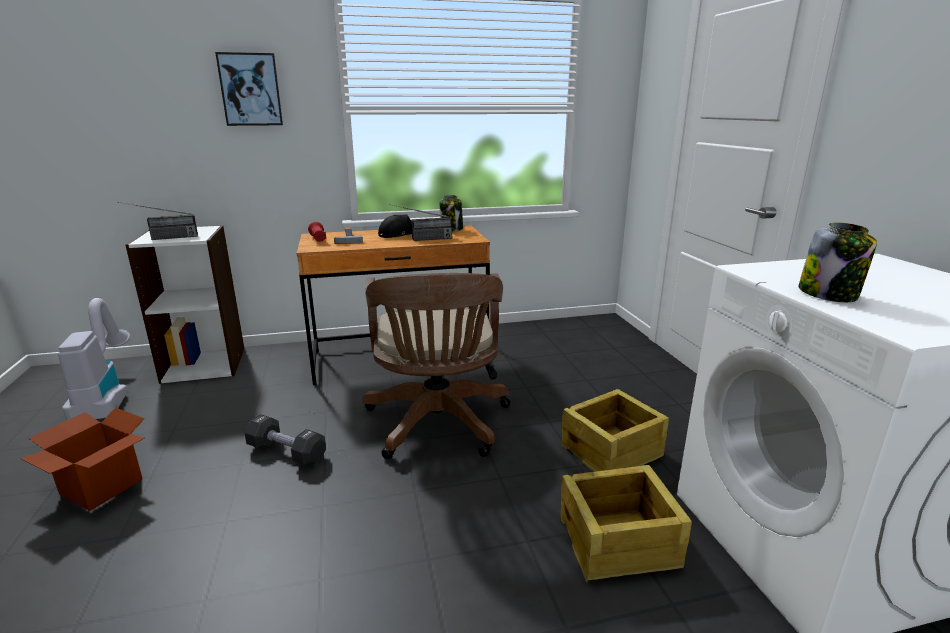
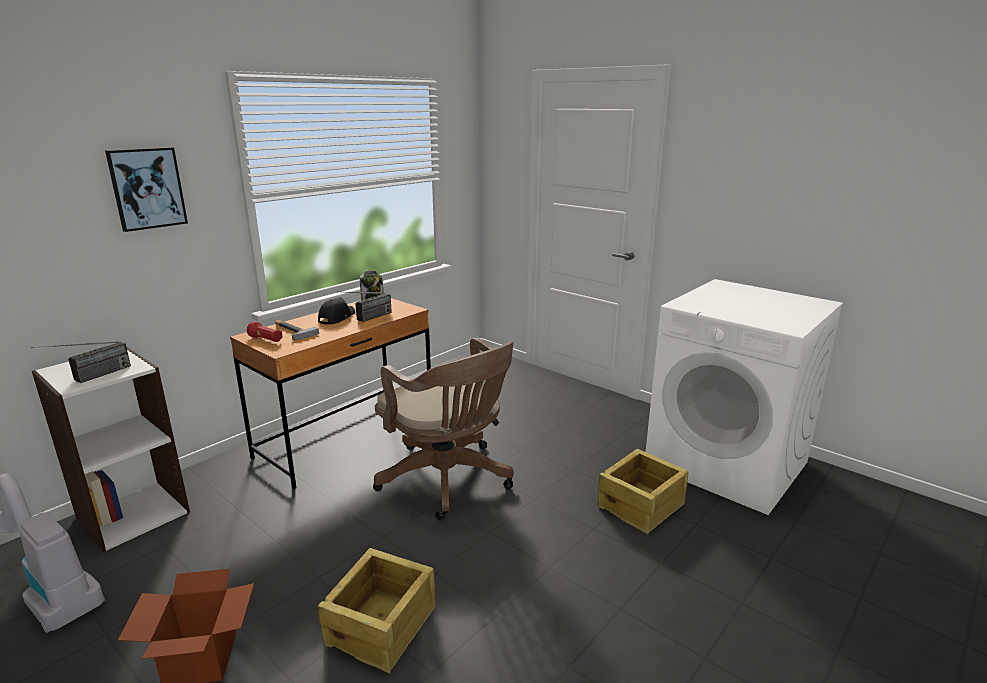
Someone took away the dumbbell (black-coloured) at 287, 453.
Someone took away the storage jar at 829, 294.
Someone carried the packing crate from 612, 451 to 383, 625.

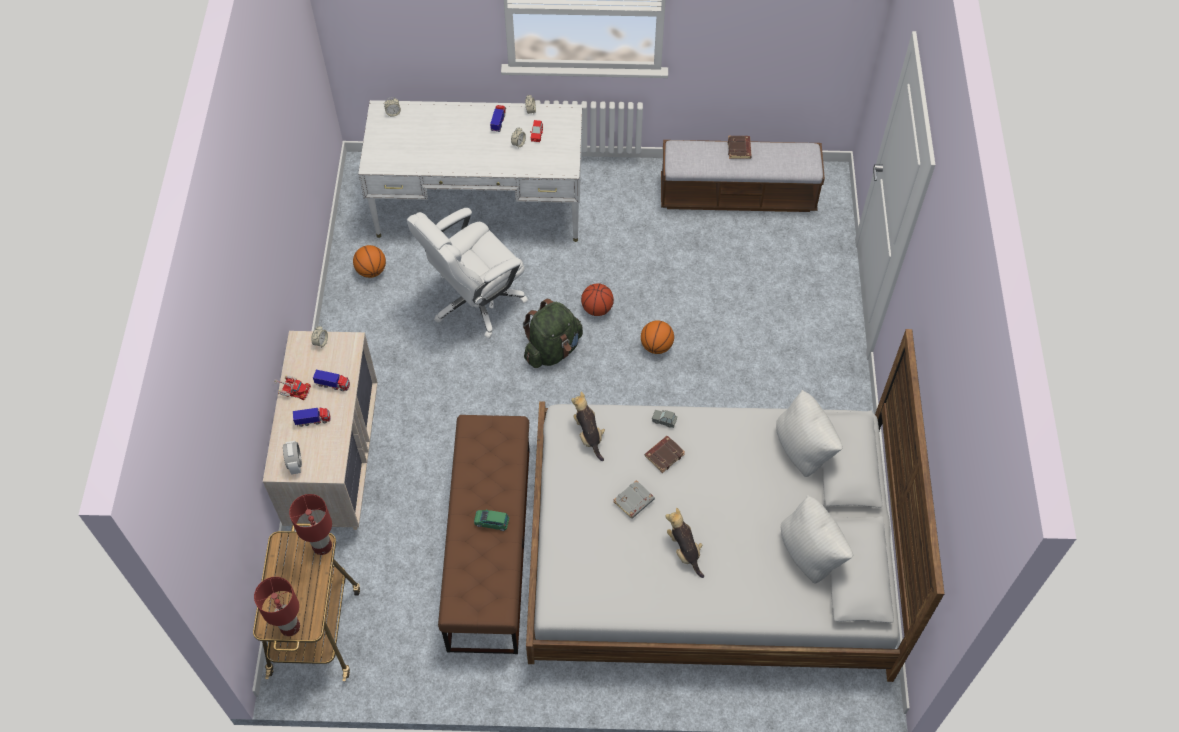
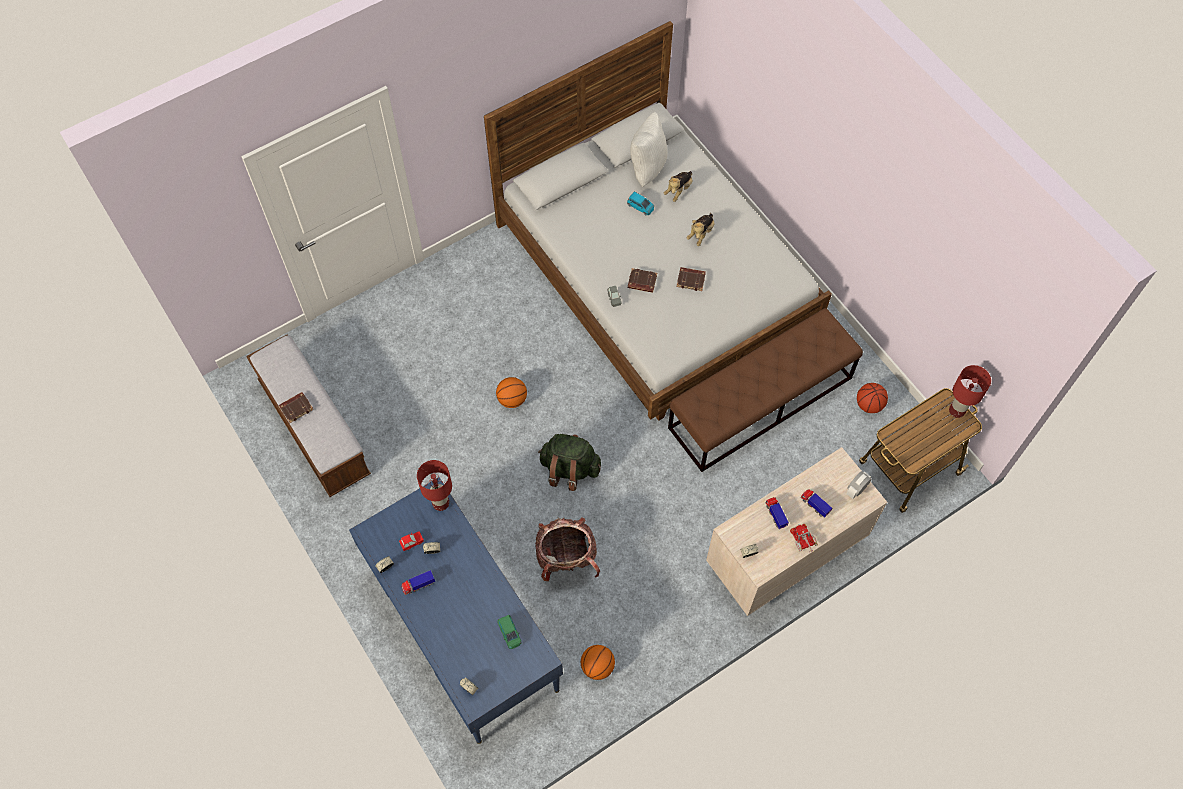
Someone took away the throw pillow (white) at 803, 451.
Someone put down the miniature car (blue-coloured) at 640, 206.
Someone carried the tabletop lamp (red) from 323, 546 to 440, 502.
Someone carried the miniature car (green-coloured) from 491, 522 to 509, 633.
Someone carried the soft toy from 588, 435 to 678, 190.
Someone carried the basketball ball from 597, 309 to 869, 404.
Someone swapped the office chair (white) at 475, 301 for the knapsack at 566, 558.
Someone repainted the desk unit (white) at 480, 205, which became the desk unit (blue-coloured) at 463, 628.
Someone repainted the bound book (greyish) at 634, 501, which became the bound book (brownish) at 691, 280.

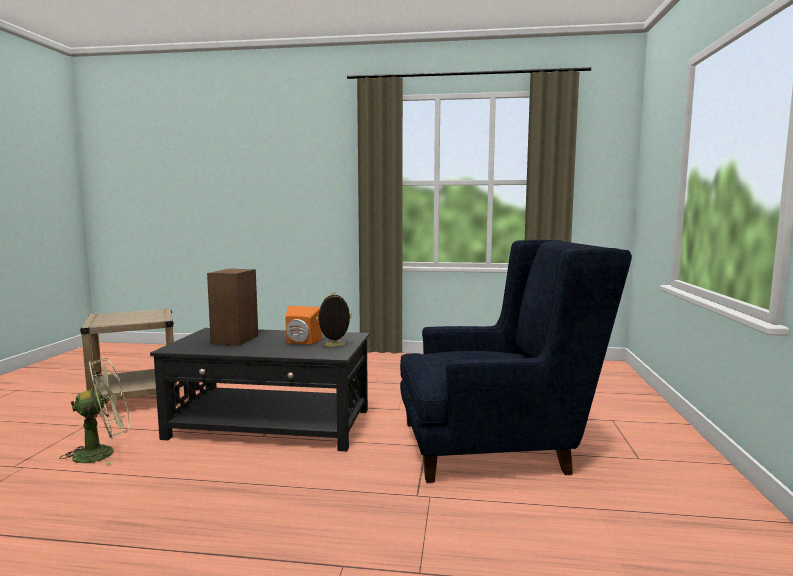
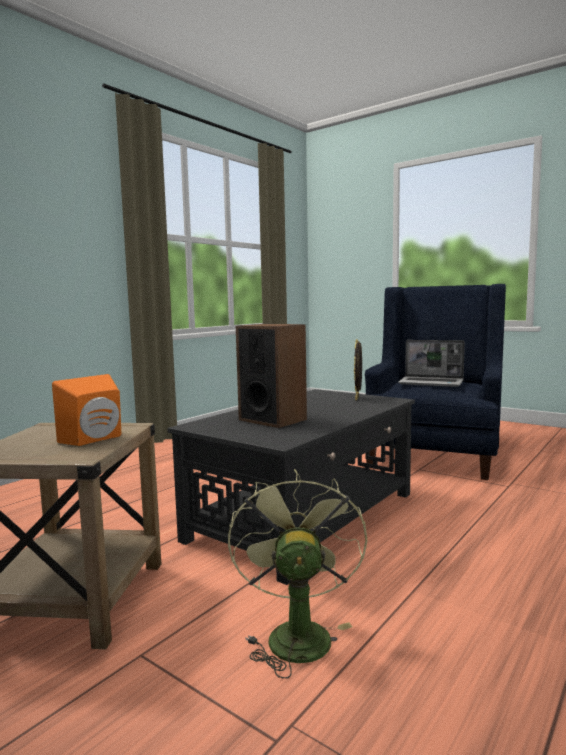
Someone put down the laptop at 432, 383.
Someone carried the audio speaker (orangey) from 301, 342 to 95, 440.

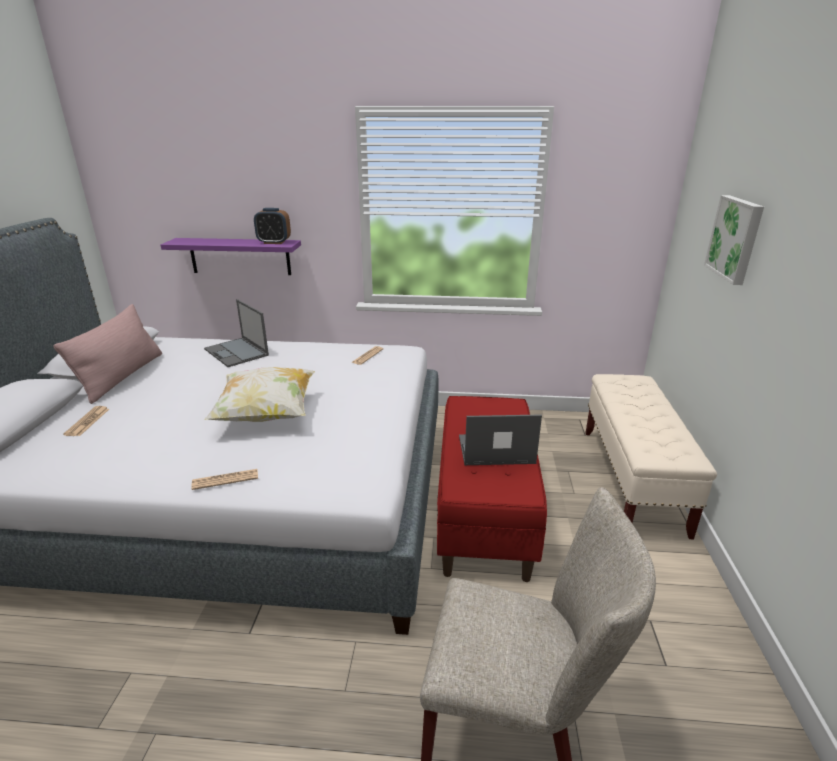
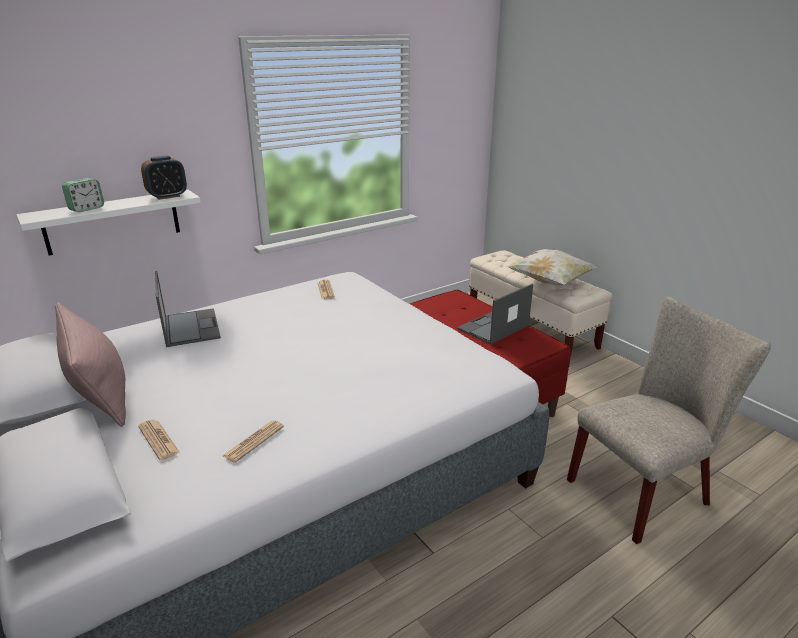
Someone took away the wall art at 736, 238.
Someone put down the table clock at 86, 209.
Someone carried the newspaper from 225, 480 to 254, 441.
Someone carried the throw pillow from 266, 414 to 550, 282.
Someone repainted the bracket shelf (purple) at 240, 256, which became the bracket shelf (white) at 113, 222.
Someone rotated the laptop at 237, 352 by 120 degrees counterclockwise.

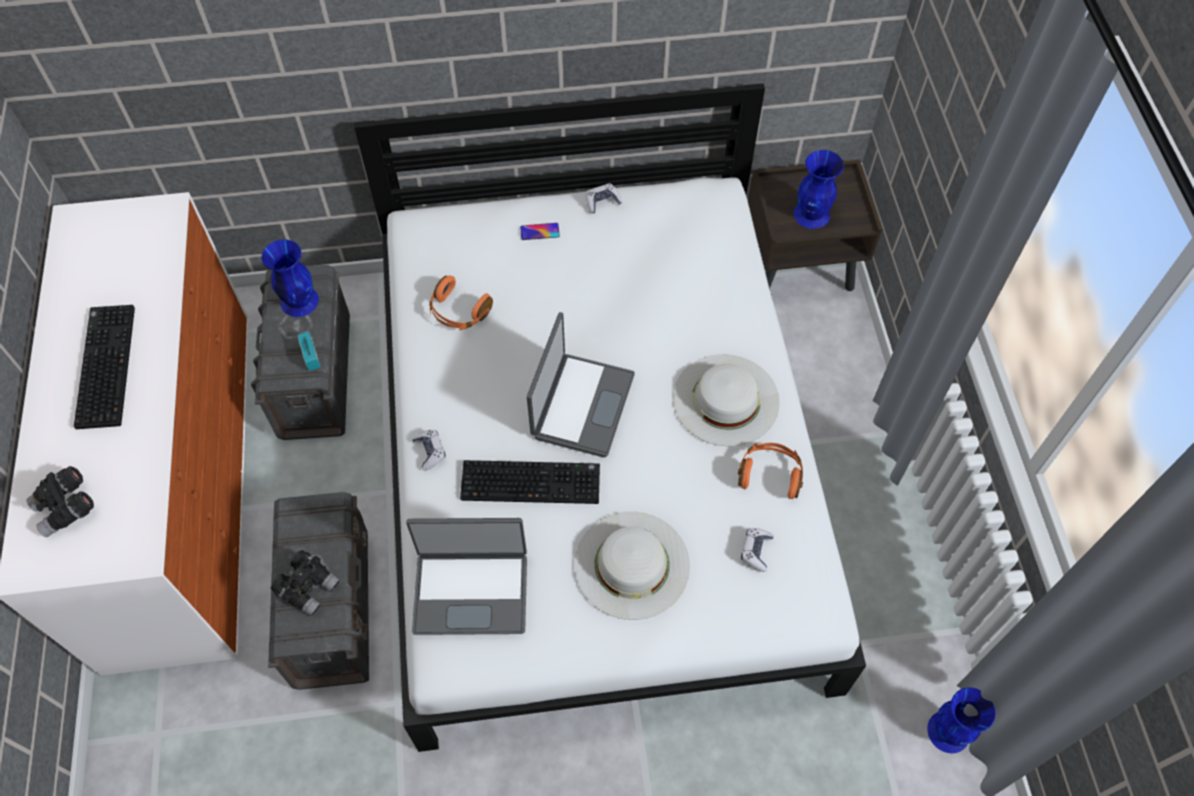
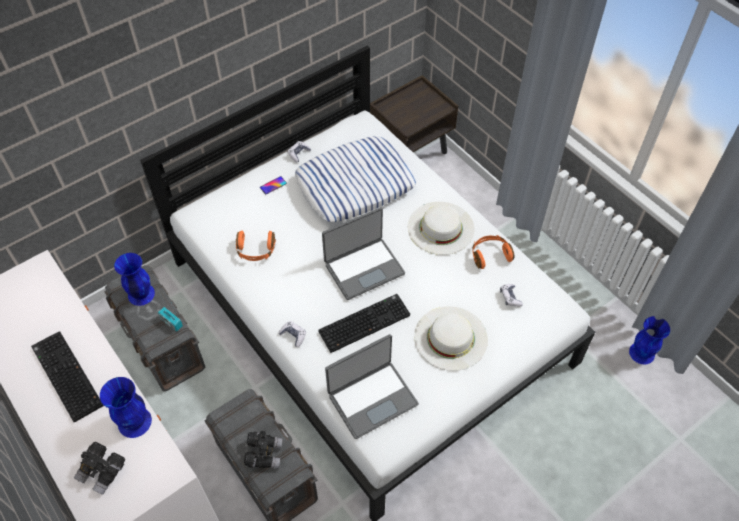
Someone put down the throw pillow at 355, 184.
Someone carried the decorative vase (blue-coloured) from 811, 215 to 135, 422.
Someone rotated the laptop at 581, 405 by 75 degrees clockwise.

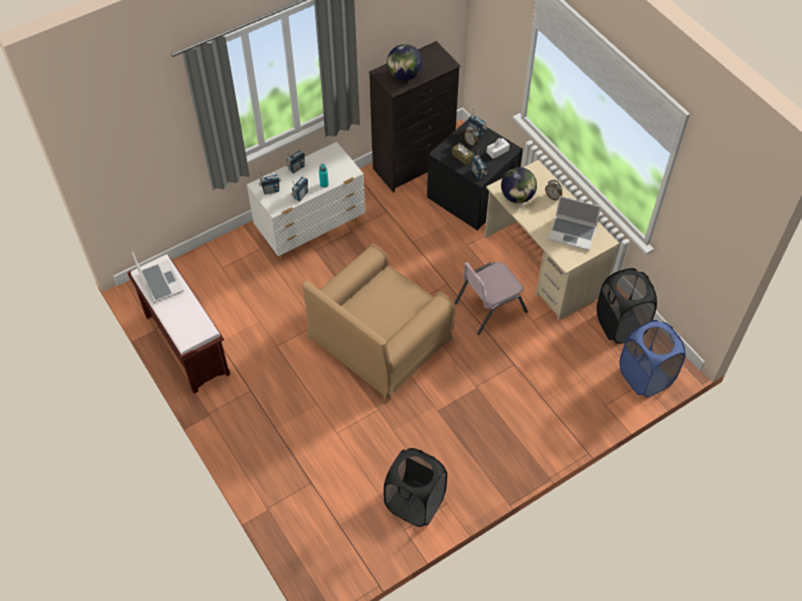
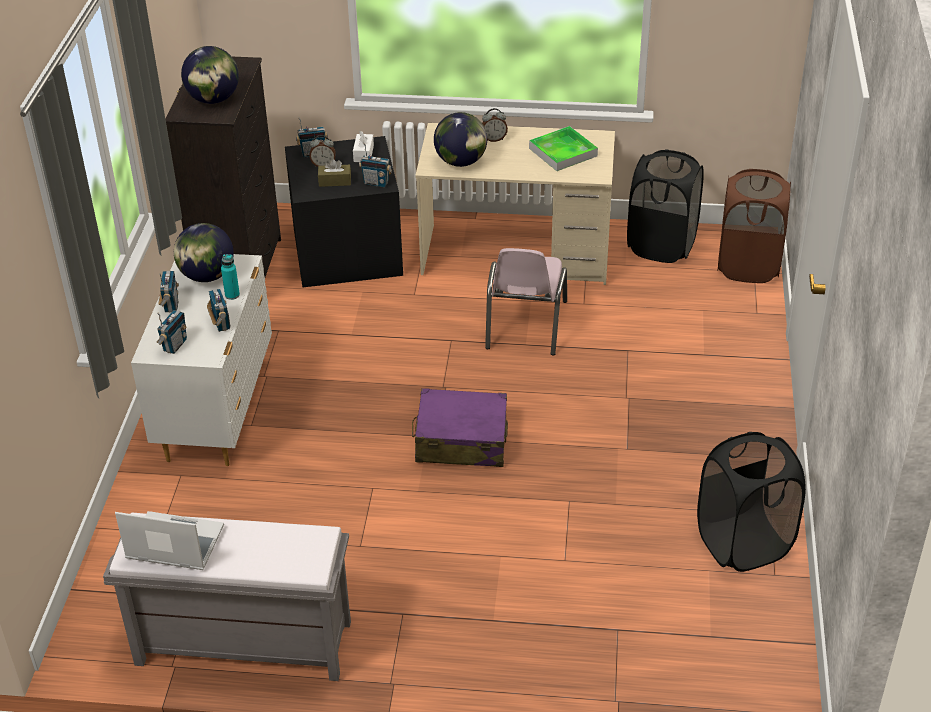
Someone put down the desk globe at 207, 276.
Someone swapped the lounge chair (brownish) at 379, 338 for the suitcase (purple) at 461, 441.
Someone swapped the laptop at 573, 233 for the carrying tray at 563, 152.
Someone repainted the long seat (brownish) at 185, 344, which became the long seat (greyish) at 241, 644.
Someone repainted the hamper (blue-coloured) at 645, 376, which became the hamper (brownish) at 748, 265.

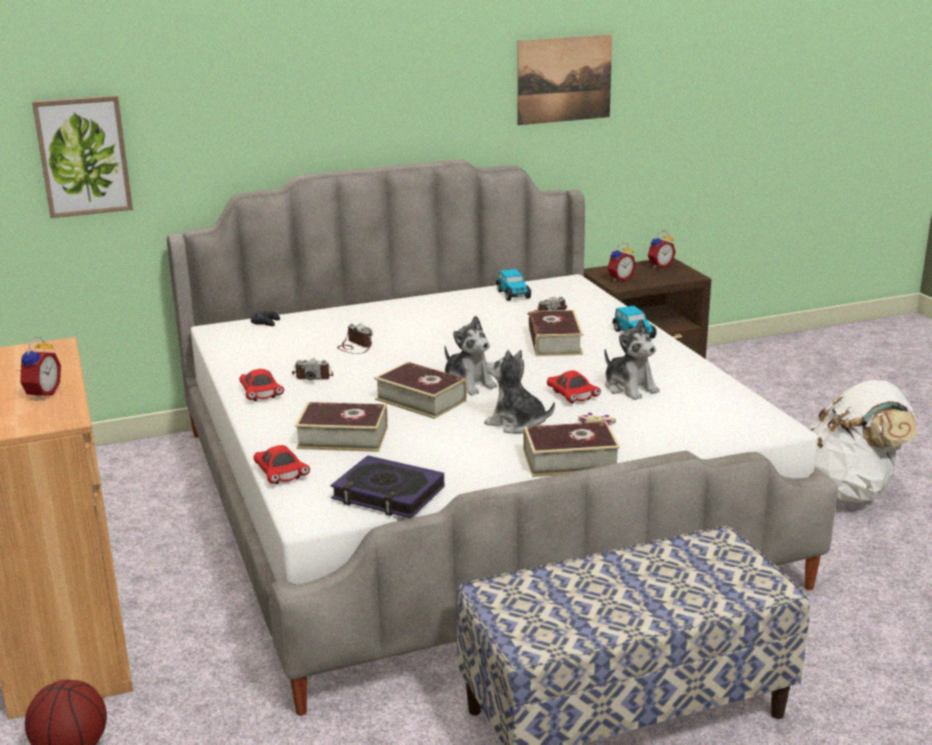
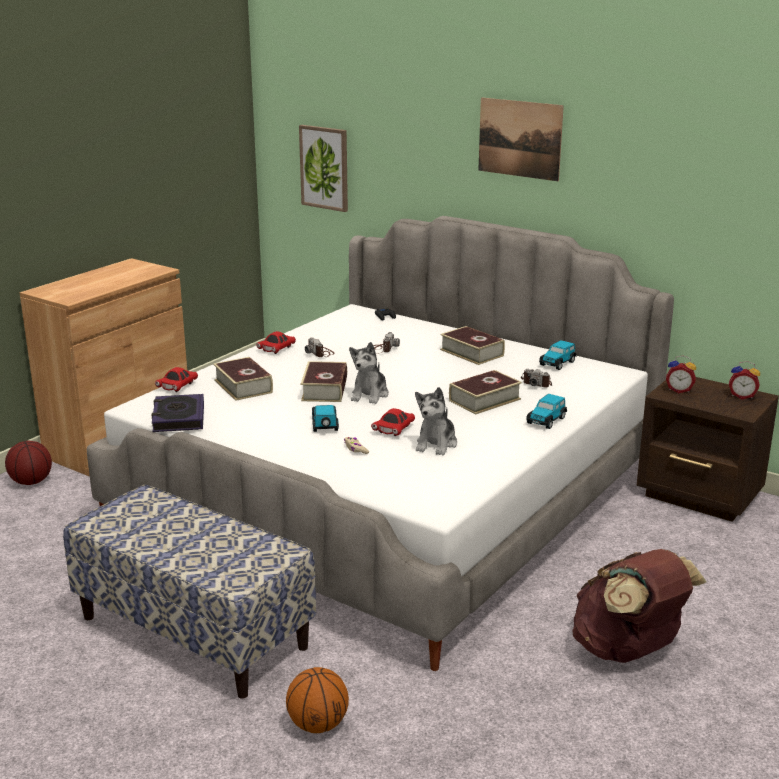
Someone took away the table clock at 41, 394.
Someone put down the basketball ball at 318, 725.
Someone carried the wall art from 564, 79 to 519, 138.
Someone carried the bound book from 570, 460 to 472, 352.
Someone swapped the soft toy at 516, 423 for the miniature car at 325, 425.
Someone repainted the knapsack (white) at 847, 491, which became the knapsack (brownish) at 628, 650.

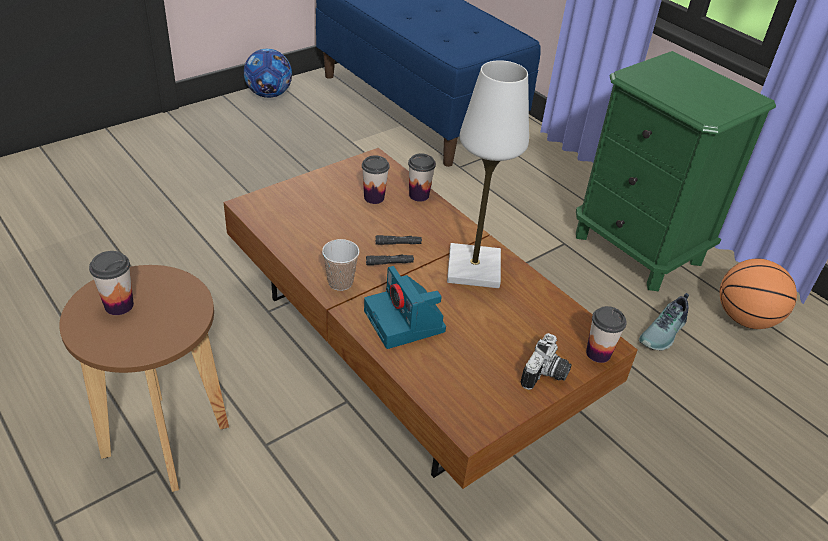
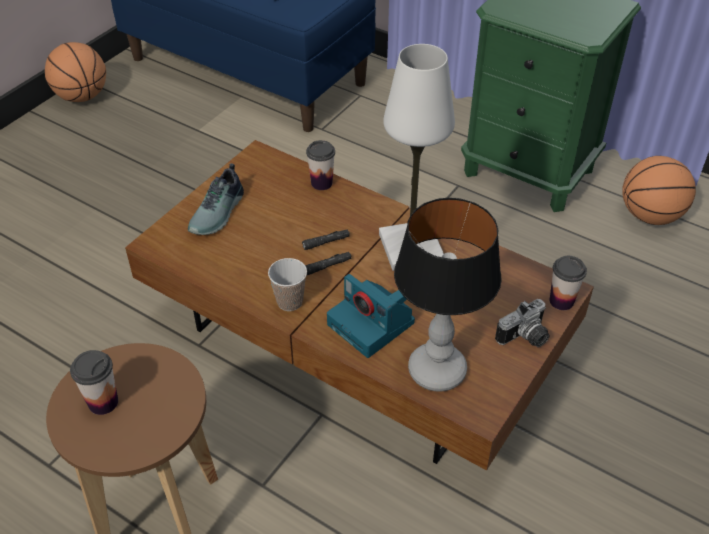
Someone took away the small cup at 374, 198.
Someone put down the tabletop lamp at 438, 371.
Someone carried the item of footwear from 664, 333 to 219, 213.
Someone swapped the football ball at 269, 94 for the basketball ball at 82, 97.
Someone rotated the still camera at 546, 375 by 45 degrees clockwise.

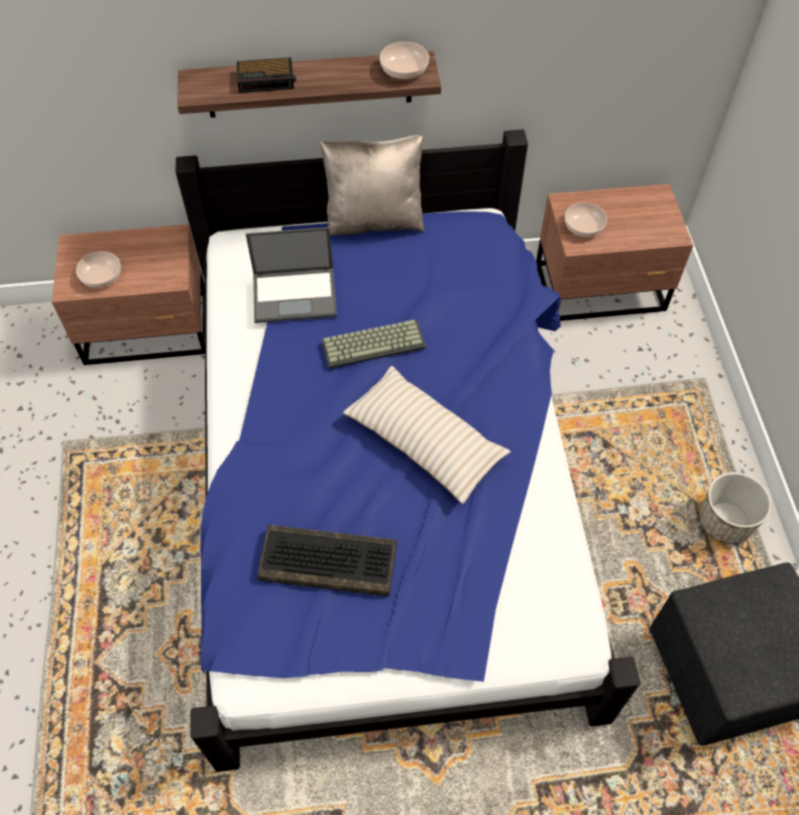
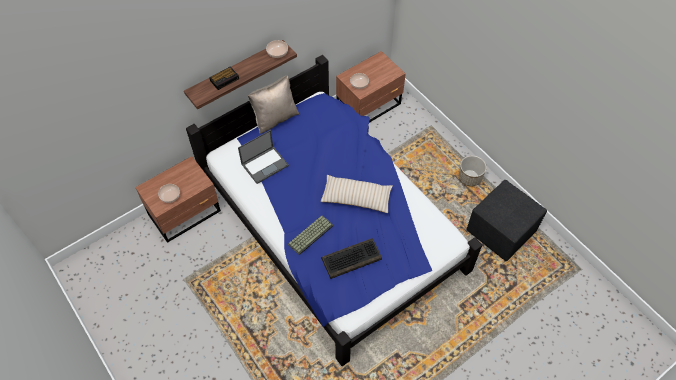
Someone carried the keyboard from 374, 343 to 310, 234.

